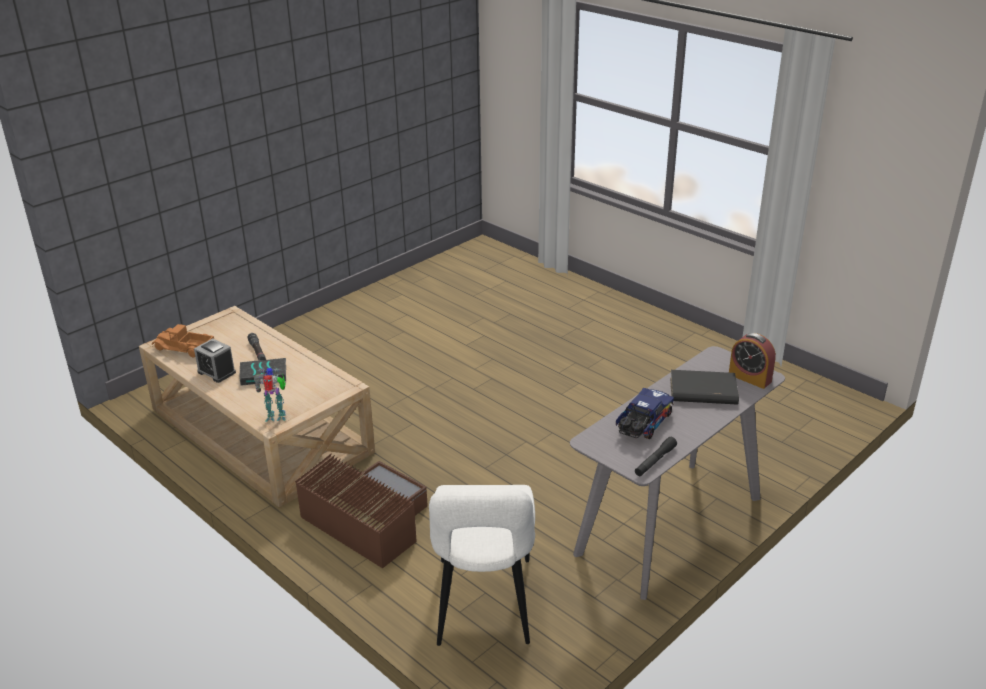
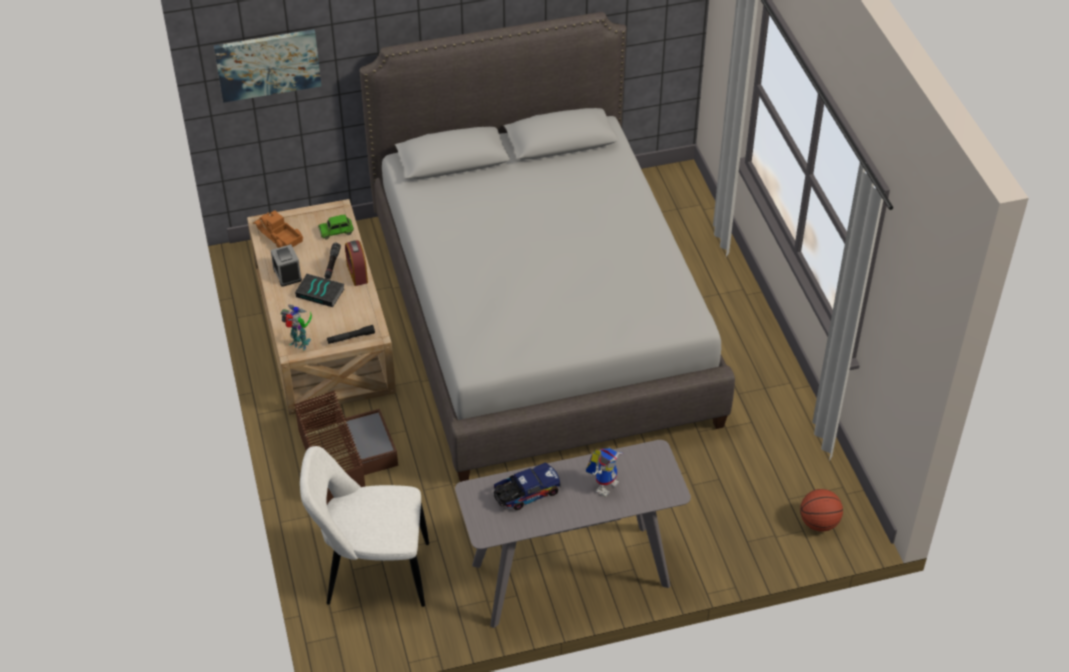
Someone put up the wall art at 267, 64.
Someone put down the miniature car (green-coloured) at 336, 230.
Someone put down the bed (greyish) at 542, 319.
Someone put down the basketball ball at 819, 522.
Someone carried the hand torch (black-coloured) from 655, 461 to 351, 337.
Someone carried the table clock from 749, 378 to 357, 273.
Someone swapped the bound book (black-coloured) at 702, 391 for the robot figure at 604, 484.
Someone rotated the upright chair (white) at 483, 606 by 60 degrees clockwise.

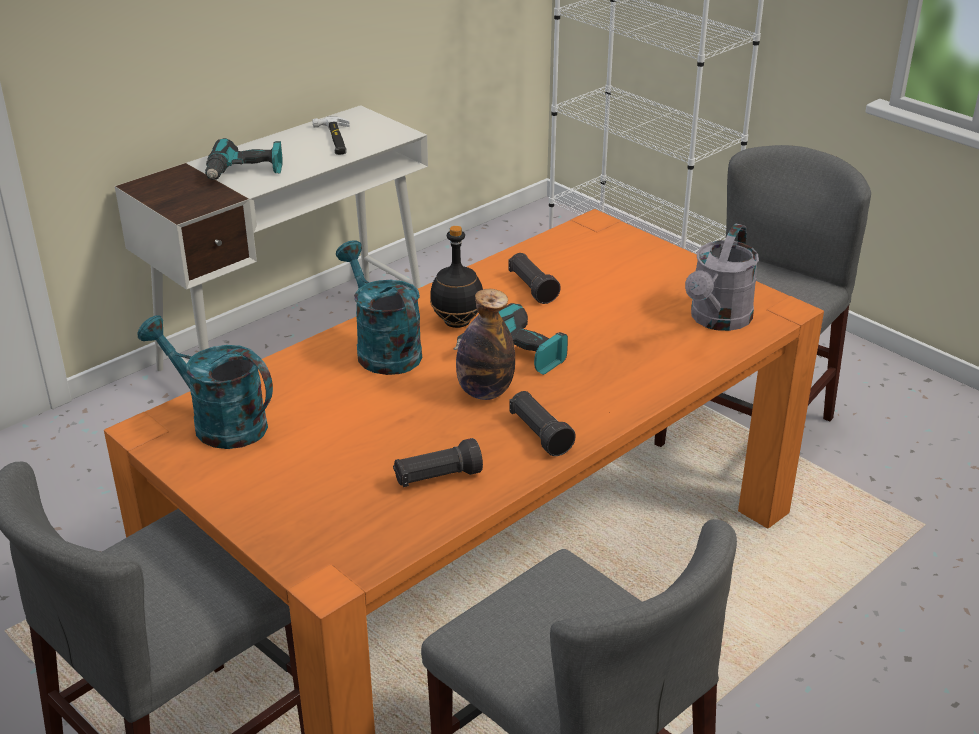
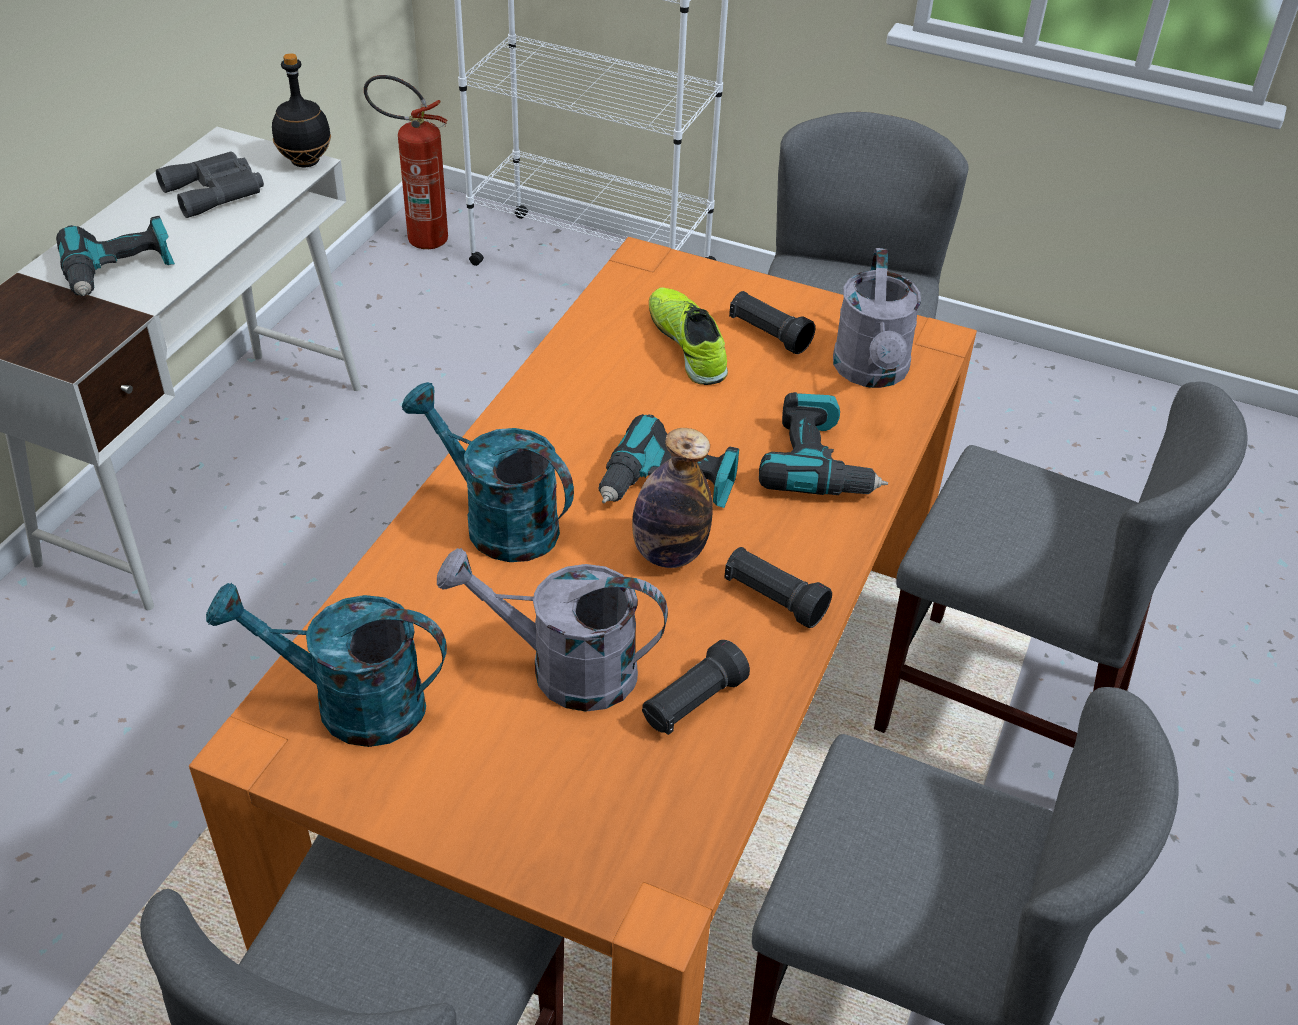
Someone put down the fire-fighting cylinder at 417, 238.
Someone put down the watering pot (greyish) at 564, 669.
Someone put down the item of footwear at 688, 345.
Someone put down the electric drill at 818, 464.
Someone put down the upright chair (greyish) at 1001, 708.
Someone carried the bottle (black-coloured) from 458, 322 to 306, 161.
Someone carried the hand torch (black-coloured) from 532, 288 to 768, 334.
Someone swapped the hammer at 334, 139 for the pair of binoculars (greyish) at 217, 191.

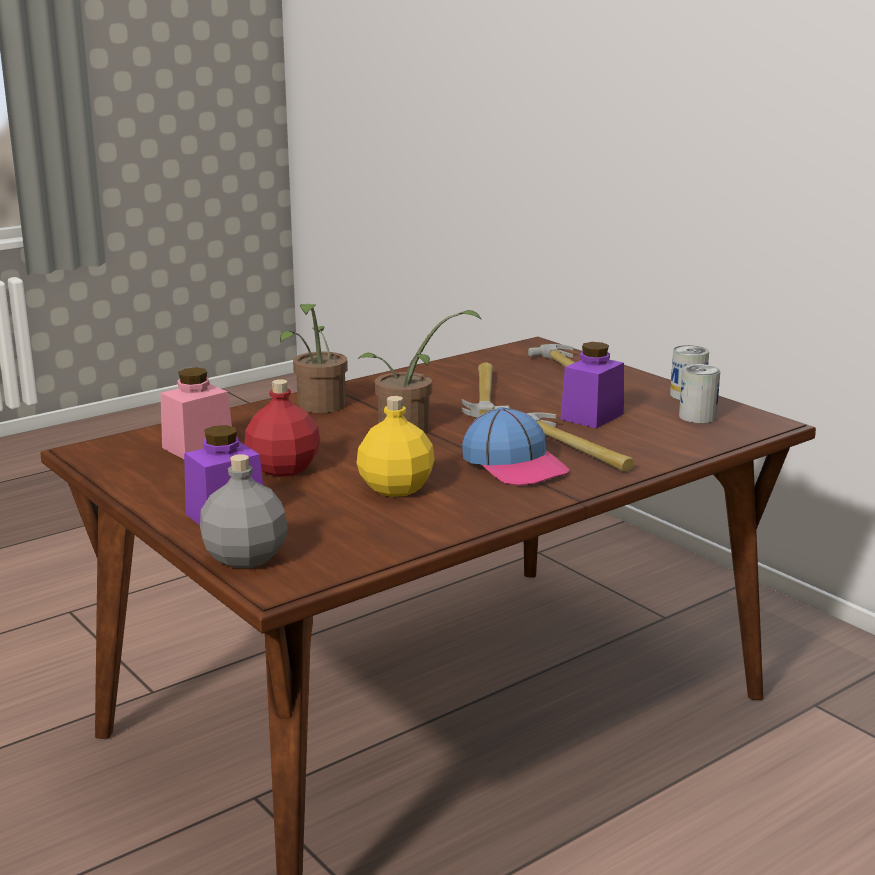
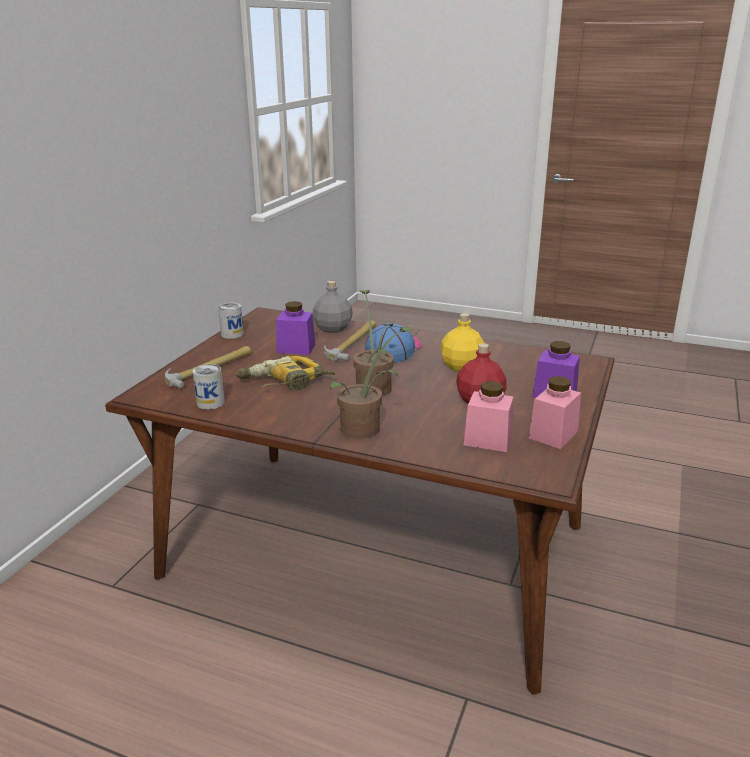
Someone put down the storage jar (pinkish) at 553, 434.
Someone carried the bottle (greyish) from 246, 557 to 332, 328.
Someone carried the can from 697, 416 to 210, 403.
Someone swapped the hammer at 485, 395 for the electric drill at 284, 382.

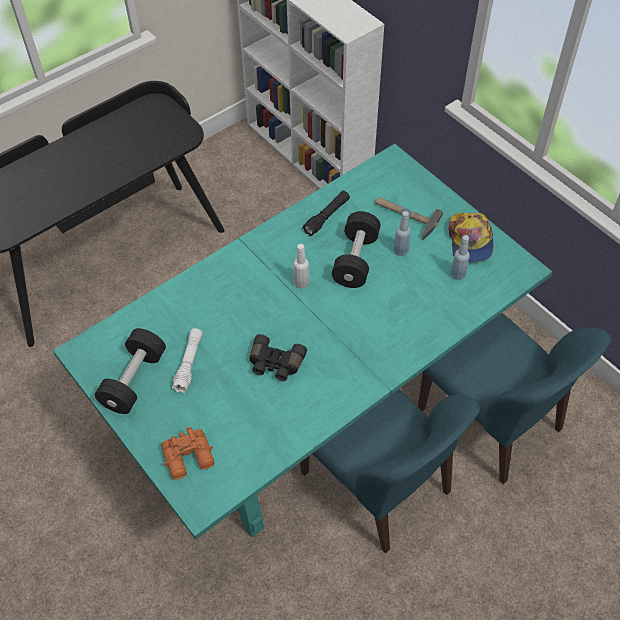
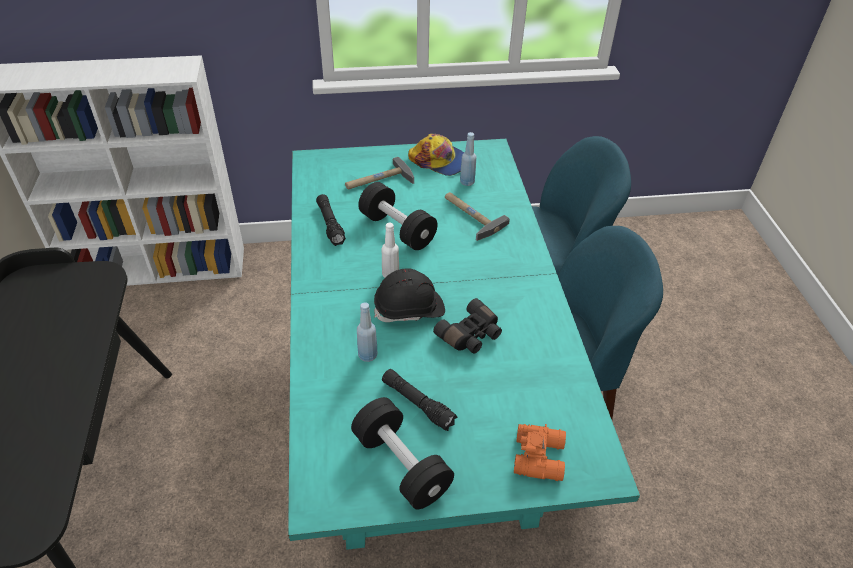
Someone put down the work helmet (black-coloured) at 409, 309.
Someone put down the hammer at 469, 216.
Someone carried the bottle (blue-coloured) from 400, 251 to 367, 355.
Someone repainted the hand torch (white) at 189, 363, which became the hand torch (black-coloured) at 417, 404.

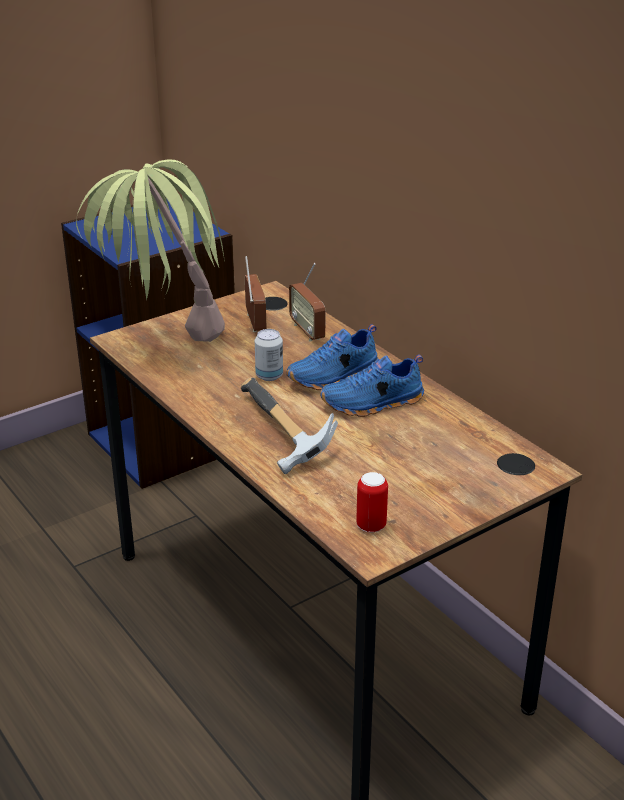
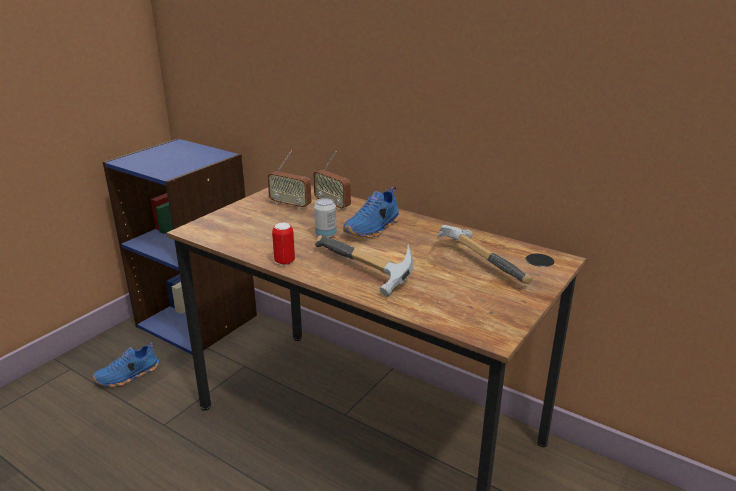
Someone took away the houseplant at 163, 347.
Someone put down the hammer at 483, 261.
Someone carried the item of footwear (blue-coloured) from 373, 404 to 128, 375.
Someone carried the can from 371, 526 to 284, 261.
Someone rotated the radio set at 255, 323 by 150 degrees clockwise.

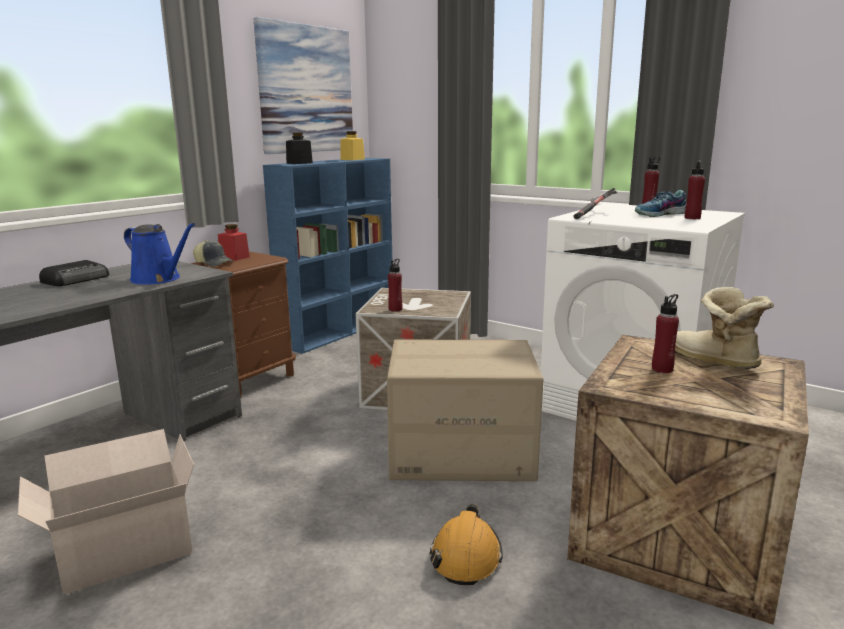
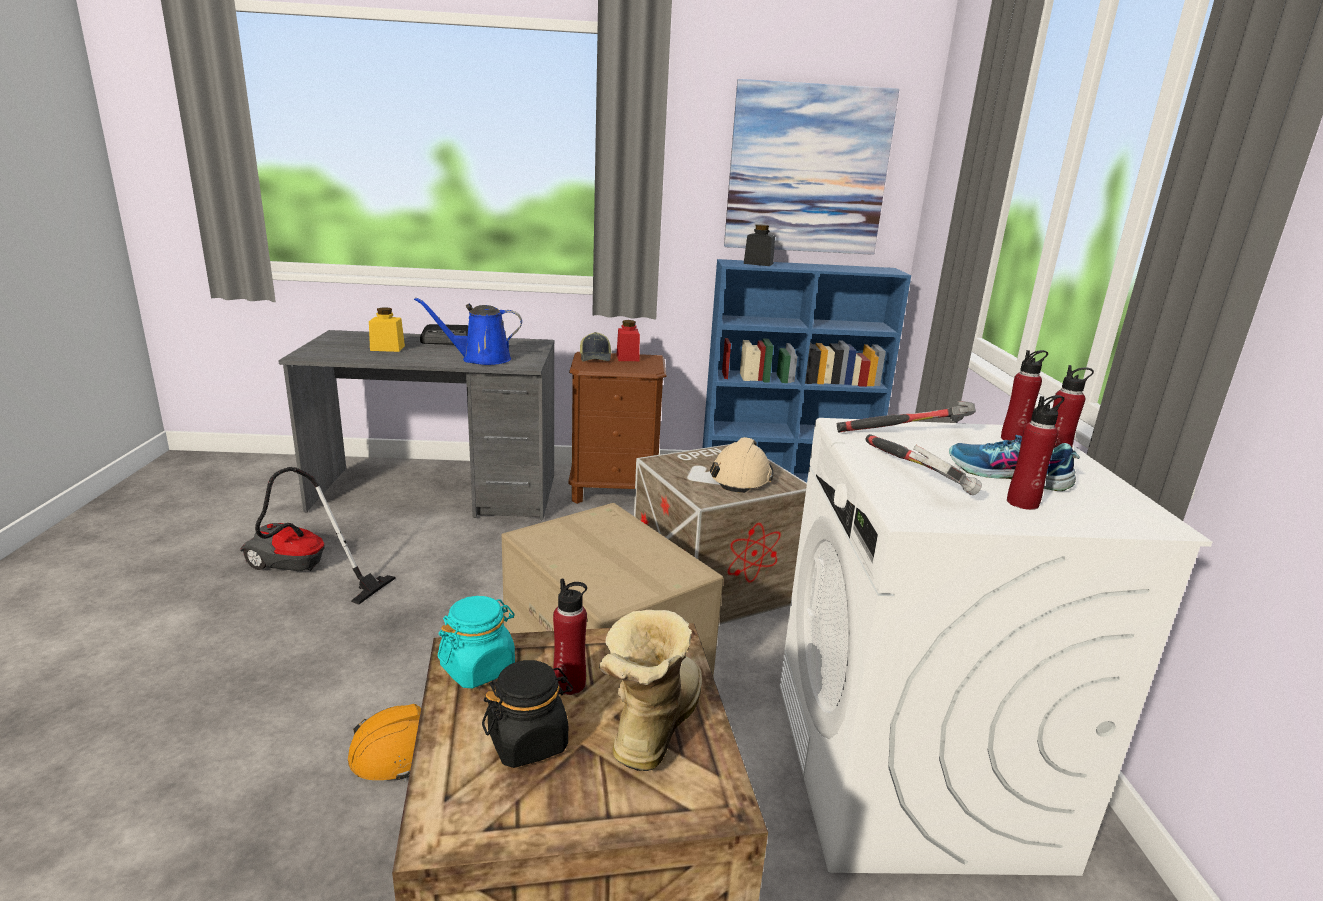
Someone put down the storage jar (blue-green) at 478, 668.
Someone put down the storage jar (black-coloured) at 528, 741.
Someone put down the work helmet (sand-coloured) at 741, 477.
Someone put down the hammer at 910, 476.
Someone carried the storage jar (yellow-coloured) from 352, 159 to 387, 348.
Someone carried the bottle (red) from 395, 309 to 1013, 439.
Someone swapped the packing box at 121, 551 for the vacuum at 302, 572.
Someone rotated the watering pot (blue-coloured) at 159, 279 by 90 degrees clockwise.

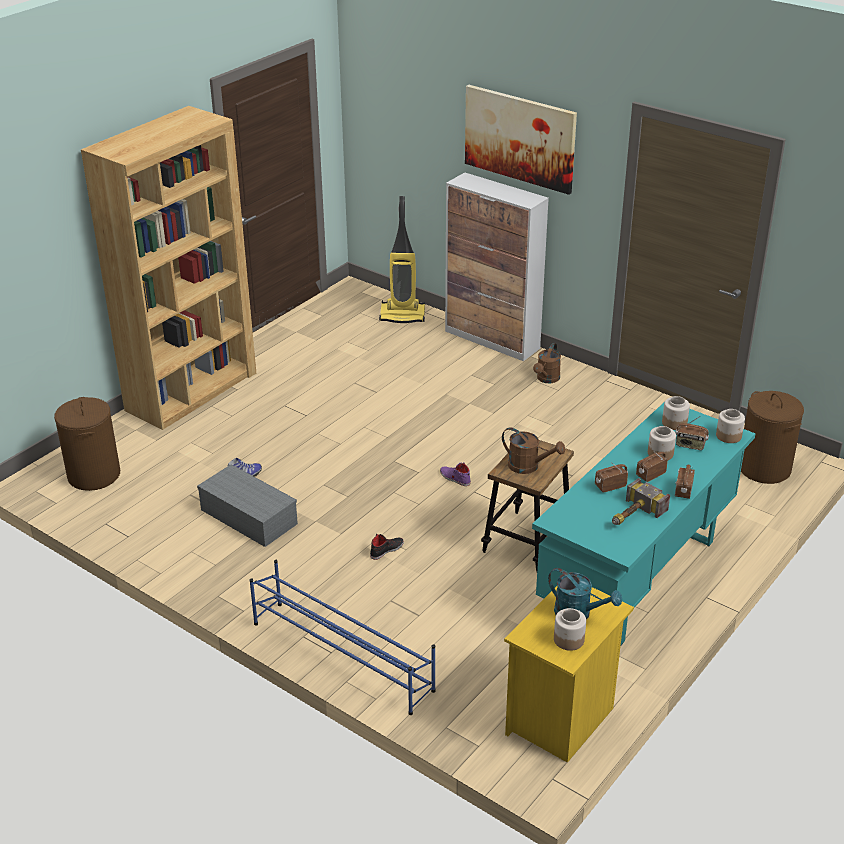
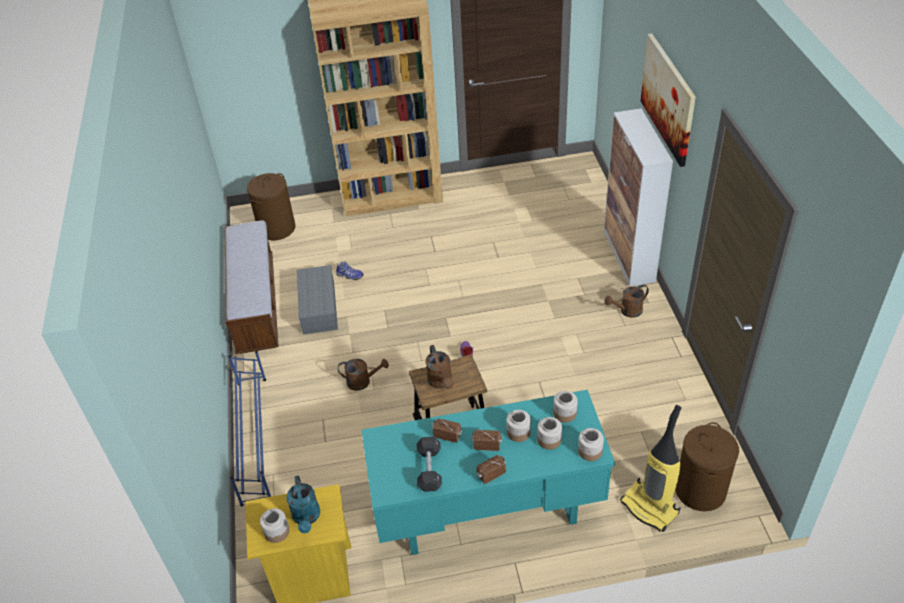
Someone put down the long seat at 256, 304.
Someone carried the vacuum from 403, 315 to 650, 507.
Someone swapped the item of footwear (black-coloured) at 386, 550 for the watering pot (brownish) at 363, 381.
Someone swapped the hammer at 632, 515 for the dumbbell (black-coloured) at 429, 469.
Someone swapped the radio set at 690, 445 for the storage jar at 549, 440.

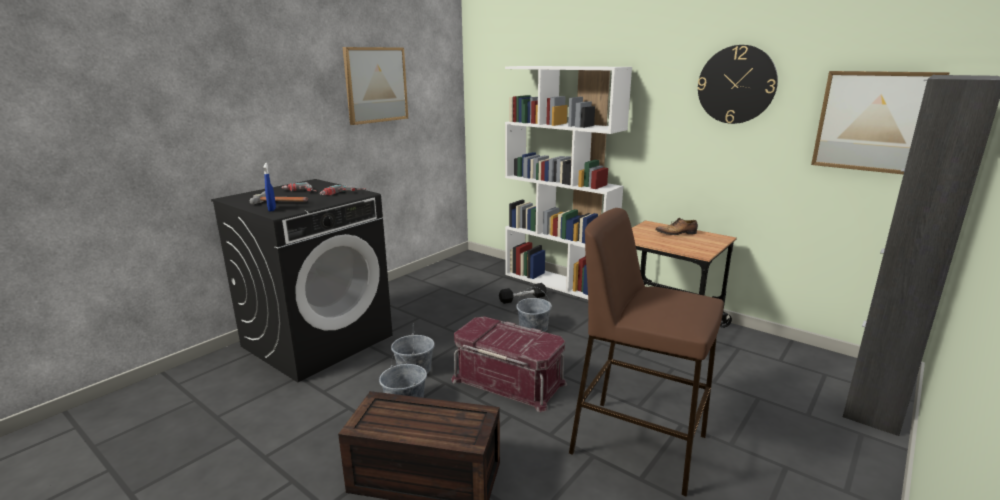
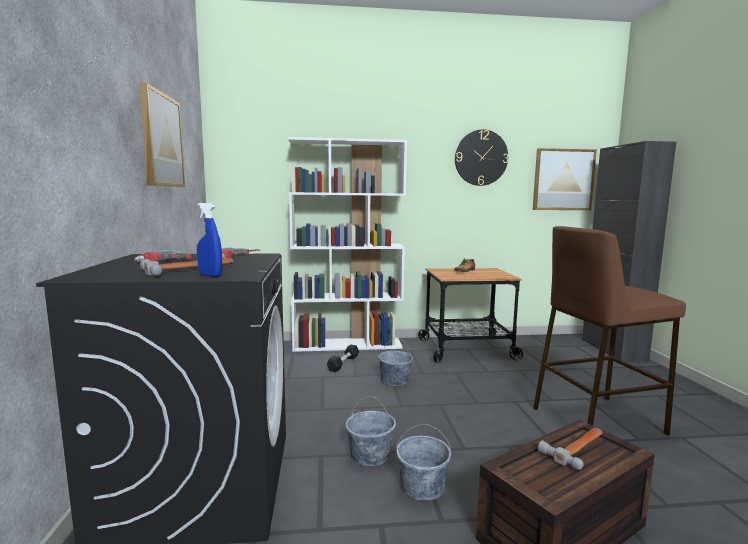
Someone took away the storage container (red) at 509, 381.
Someone put down the hammer at 578, 448.

